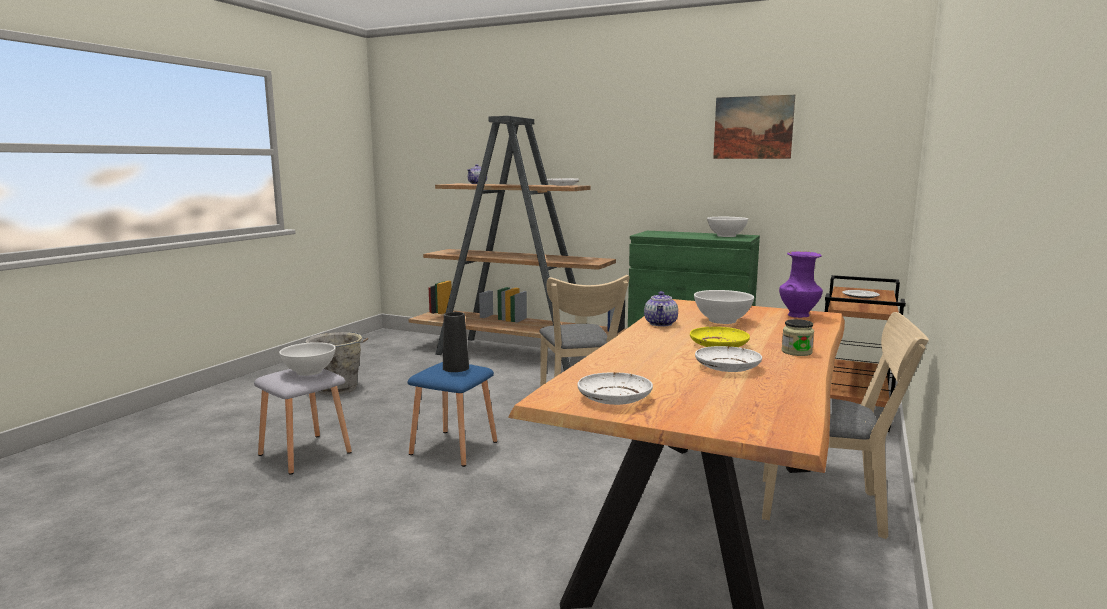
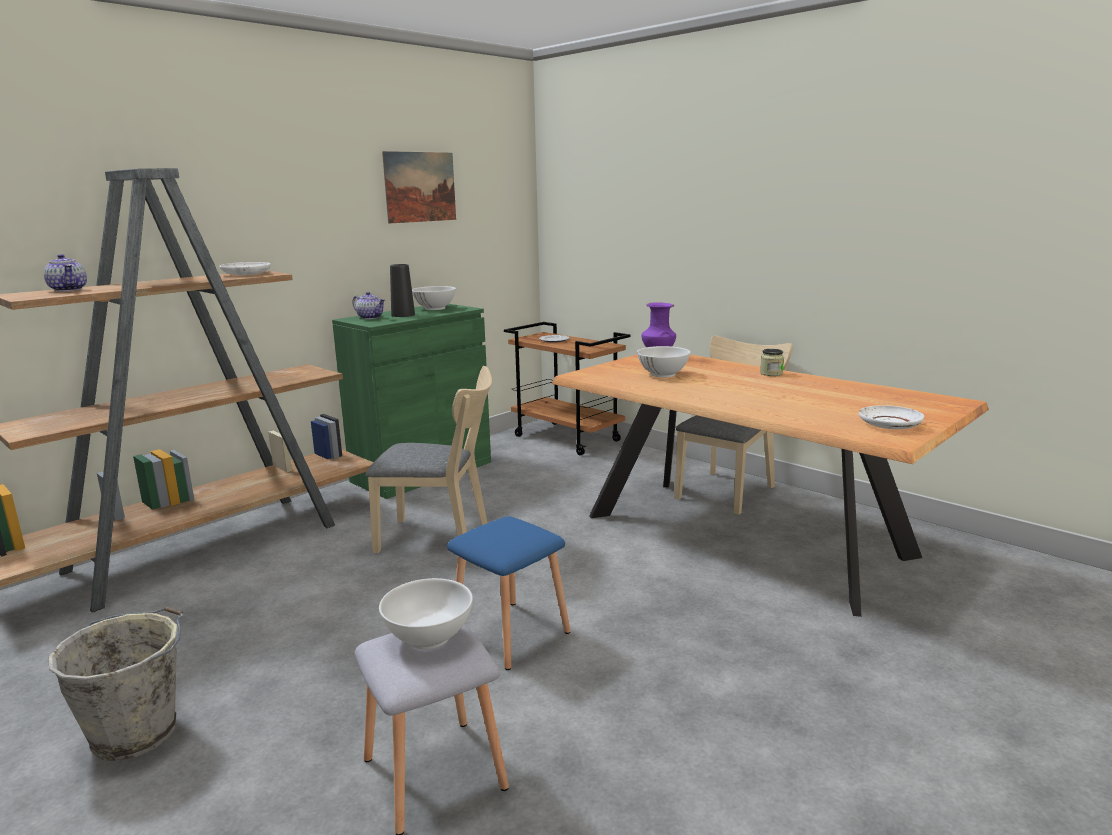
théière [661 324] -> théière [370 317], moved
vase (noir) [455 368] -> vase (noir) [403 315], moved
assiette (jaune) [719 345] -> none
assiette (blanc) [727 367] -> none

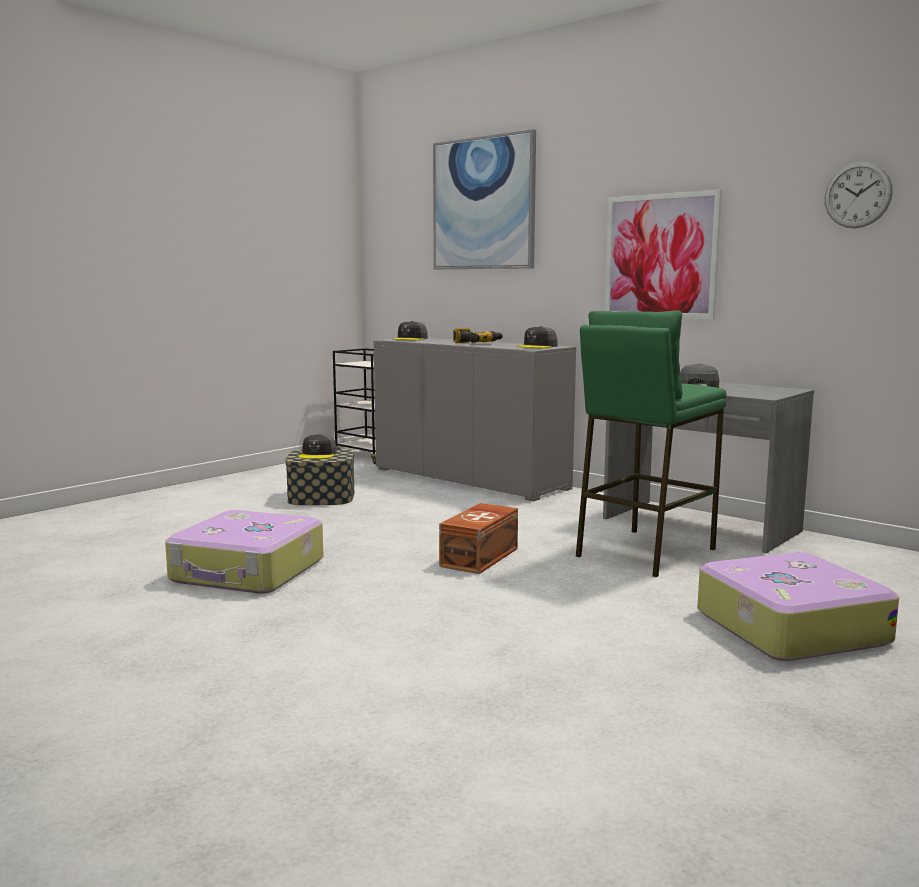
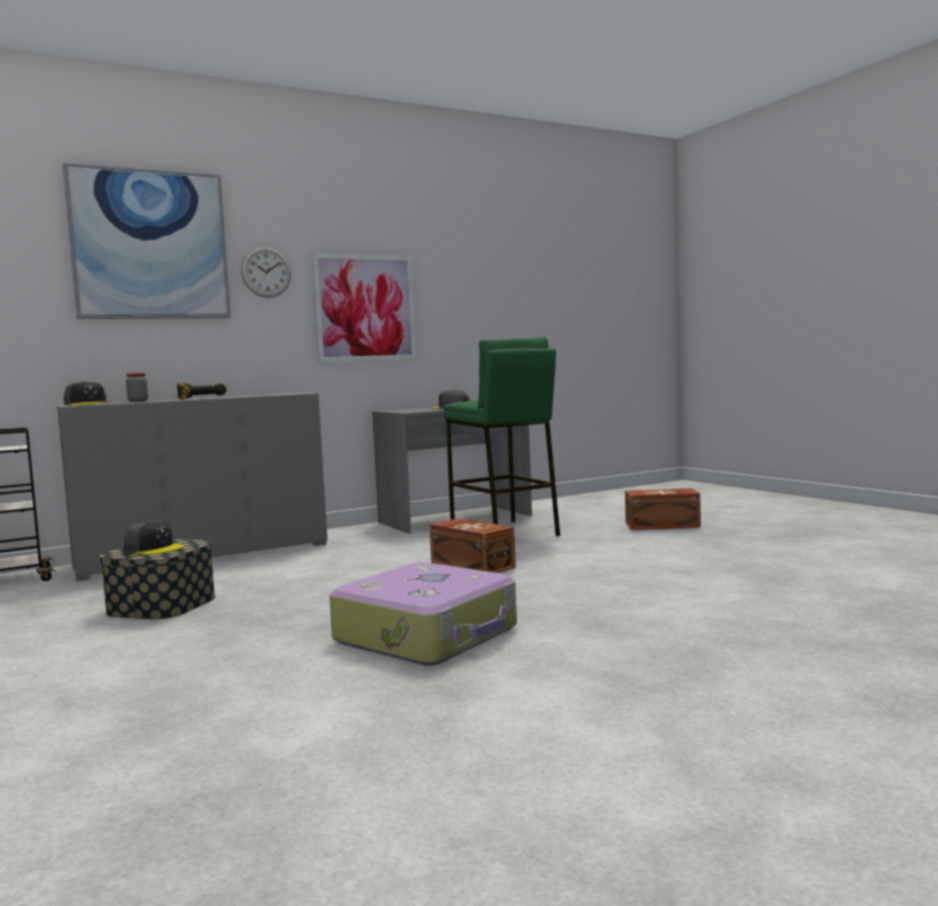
none -> bocal [138 401]
horloge murale [857 195] -> horloge murale [266 272], moved
valise [788 627] -> boîte de rangement (marron) [663 525]
casquette (gris) [537 346] -> none

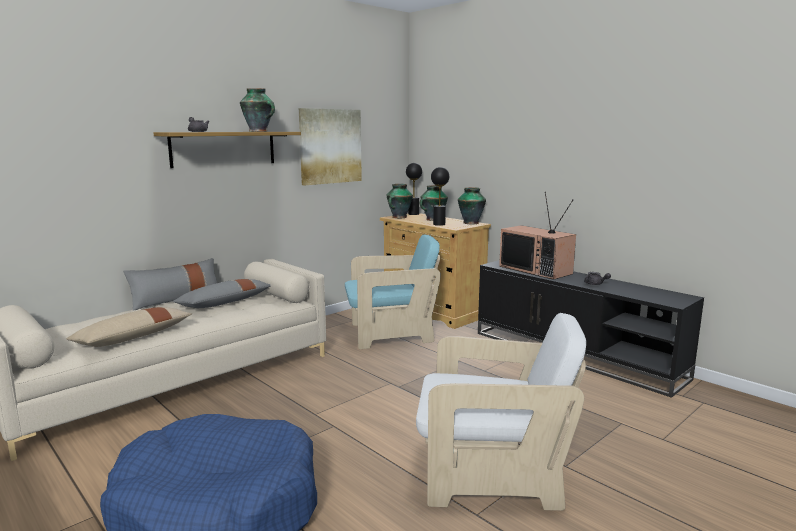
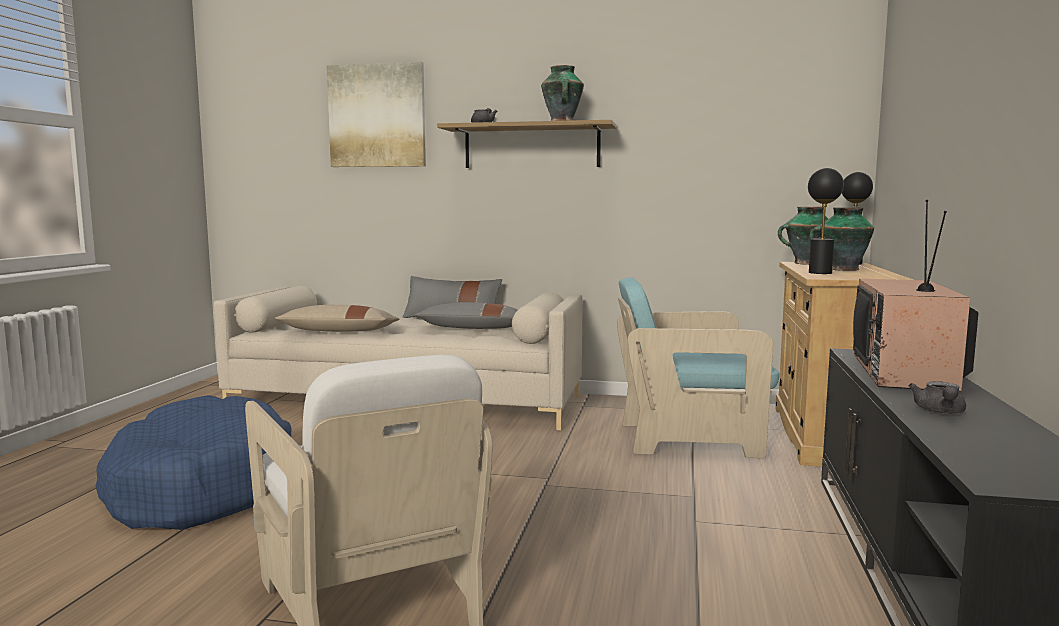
tableau [330 146] -> tableau [377 116], moved
fauteuil (turquoise) [390 334] -> fauteuil (turquoise) [690 439], 135 degrees clockwise
vase [470 223] -> none

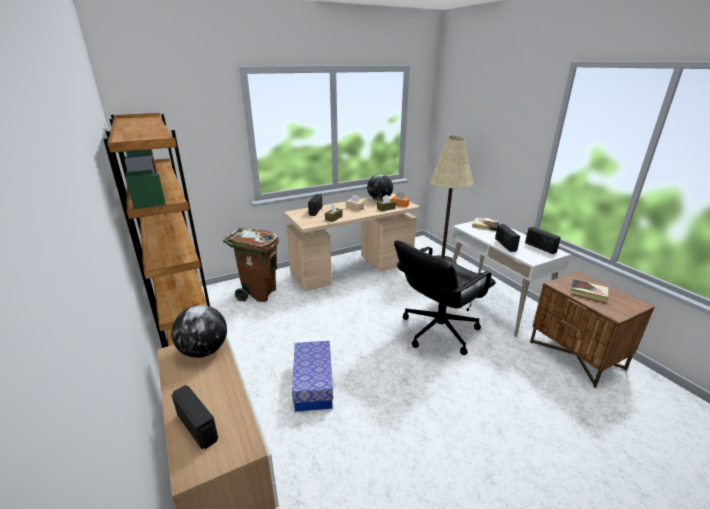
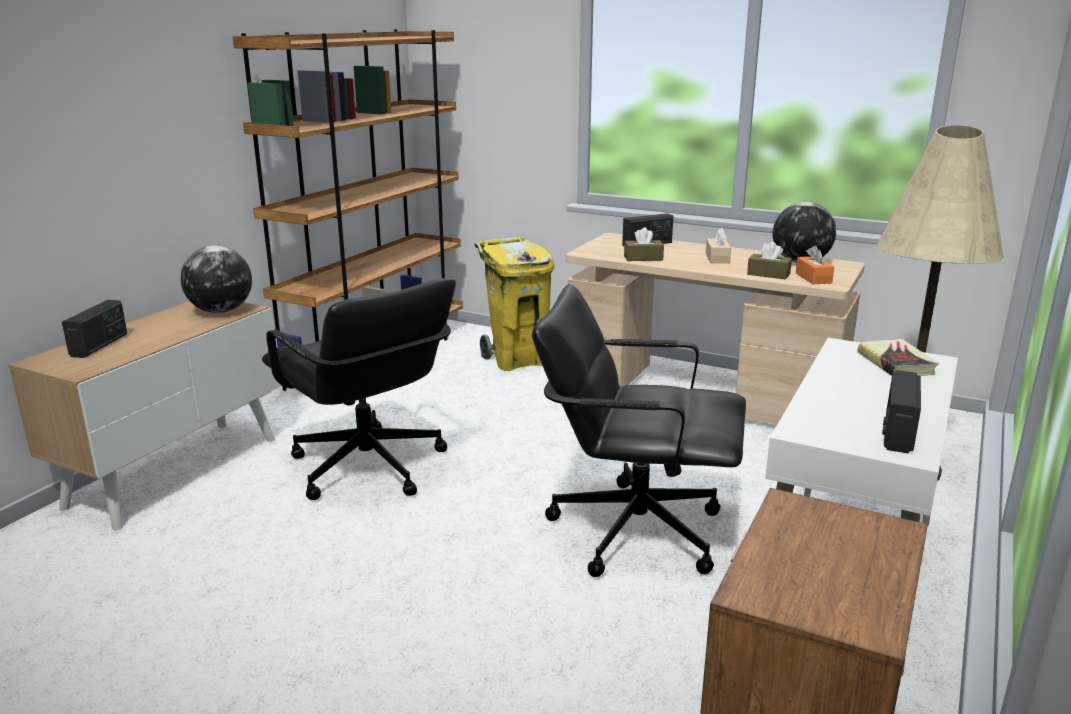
boîte de rangement [313 384] -> chaise de bureau (noir) [367 467]
poubelle (marron) [259 293] -> poubelle (jaune) [517 360]
radio [505 245] -> none
livre [588 292] -> none

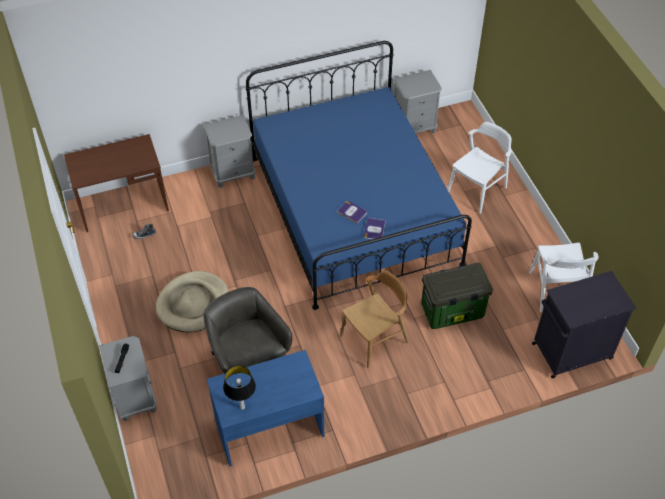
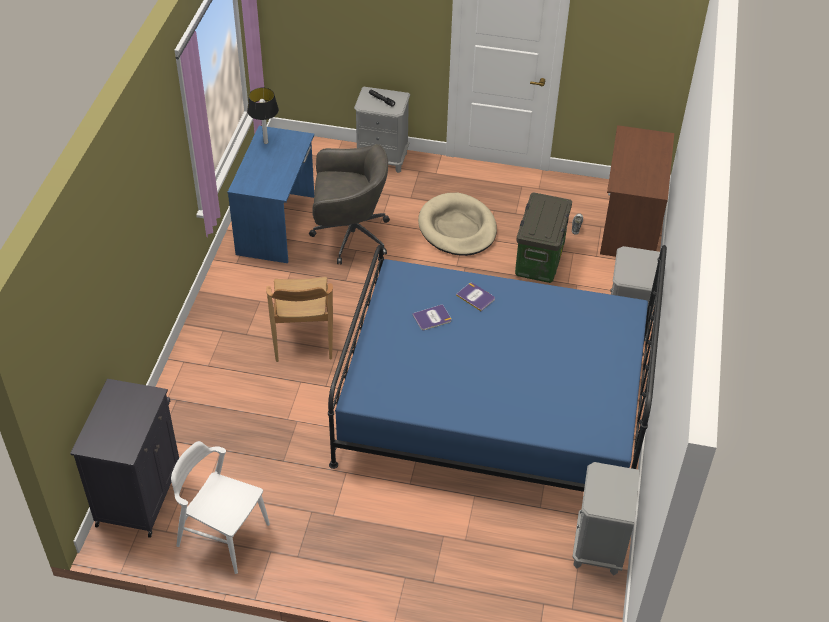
livre [374 229] -> livre [475 297], moved
boîte de rangement [451 312] -> boîte de rangement [539 258], moved
chaise (blanc) [477 190] -> none

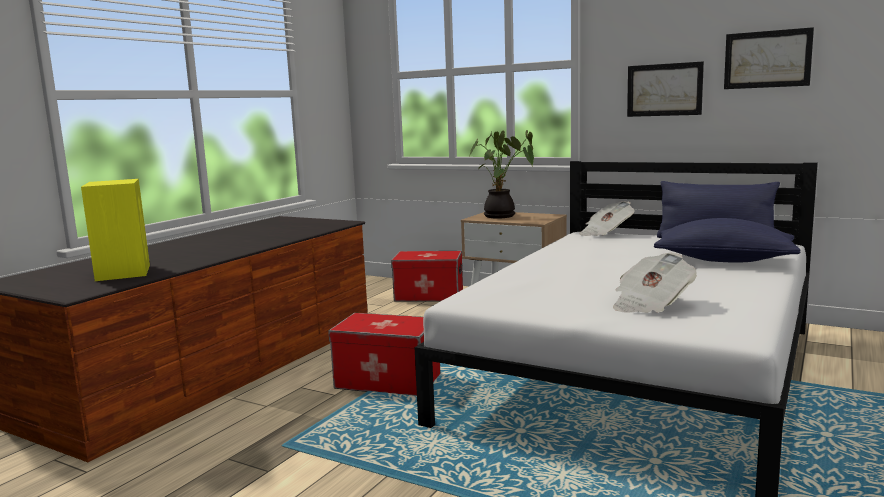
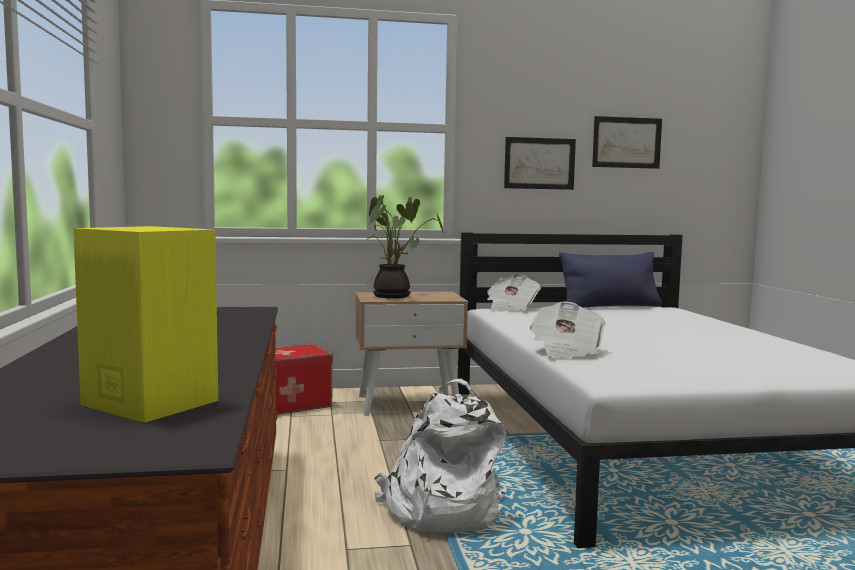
boîte de rangement [388 381] -> sac à dos (blanc) [440 510]
journal [650 305] -> journal [565 351], moved
coussin (bleu) [723 260] -> none

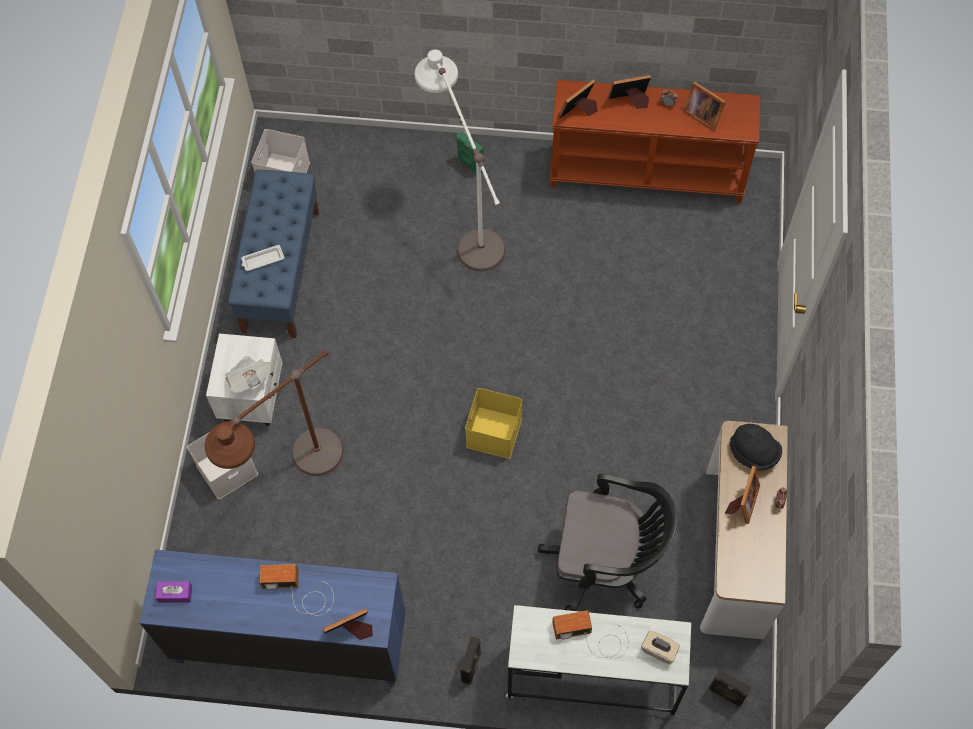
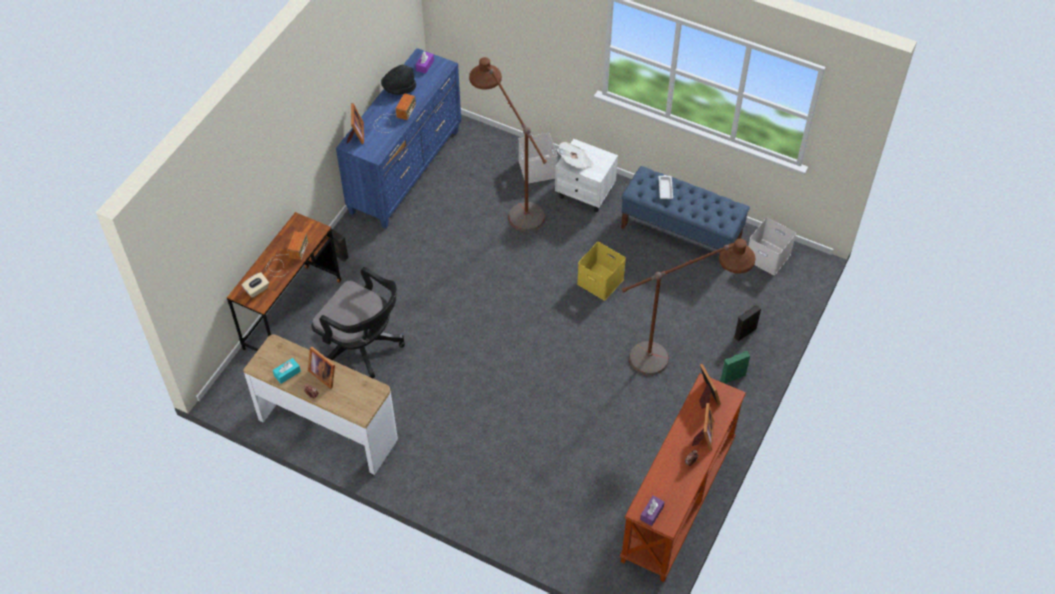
bureau (blanc) [592 677] -> bureau (marron) [292 314]
none -> boîte à mouchoirs (turquoise) [287 373]
chaise de bureau (noir) [605 563] -> chaise de bureau (noir) [363 349], 90 degrees counterclockwise
chapeau (noir) [754 452] -> chapeau (noir) [399 88], moved
boîte de rangement (jaune) [493 431] -> boîte de rangement (jaune) [601 281], moved
lampadaire (blanc) [466 225] -> lampadaire (marron) [676 356]
none -> boîte à mouchoirs (violet) [651 513]
enceinte (noir) [725 695] -> enceinte (noir) [744 332], moved
cadre photo [702 114] -> none

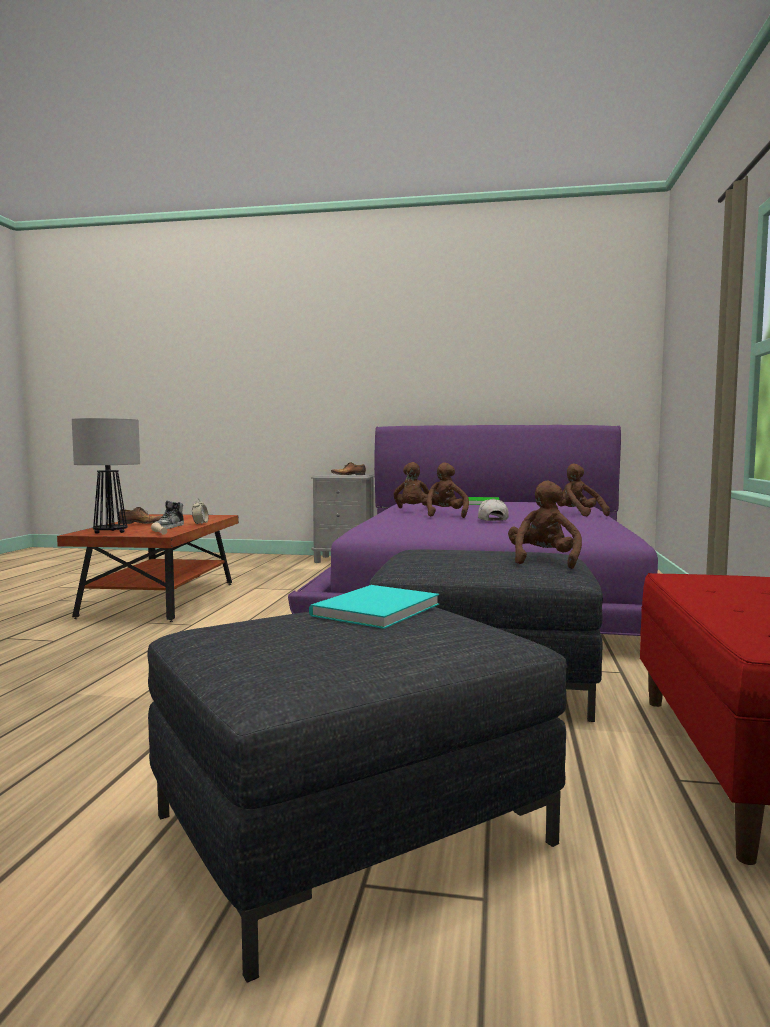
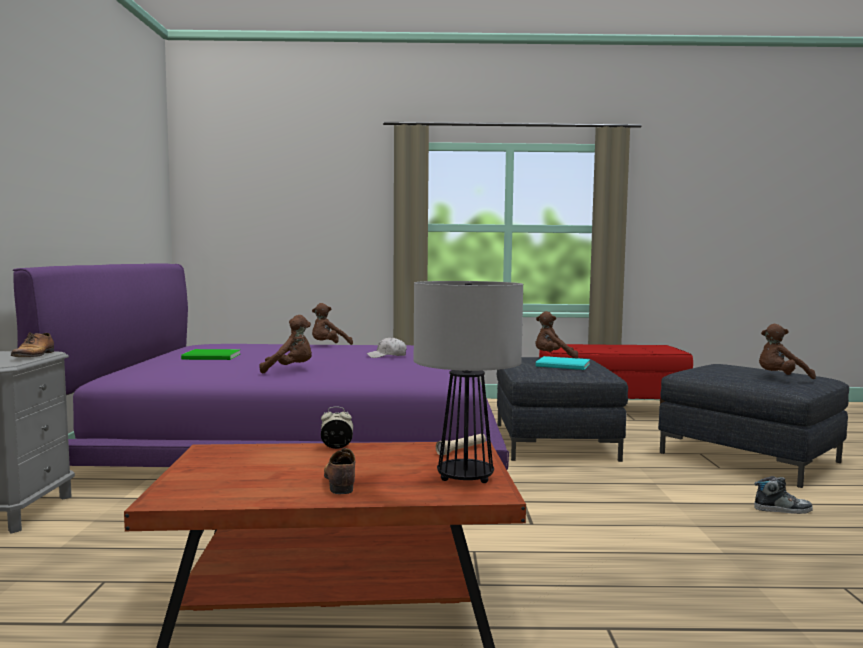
livre (turquoise) [371 610] -> livre (turquoise) [564 365], moved
chaussure [169 527] -> chaussure [782 509], moved
peluche (marron) [444 515] -> peluche (marron) [780 378], moved

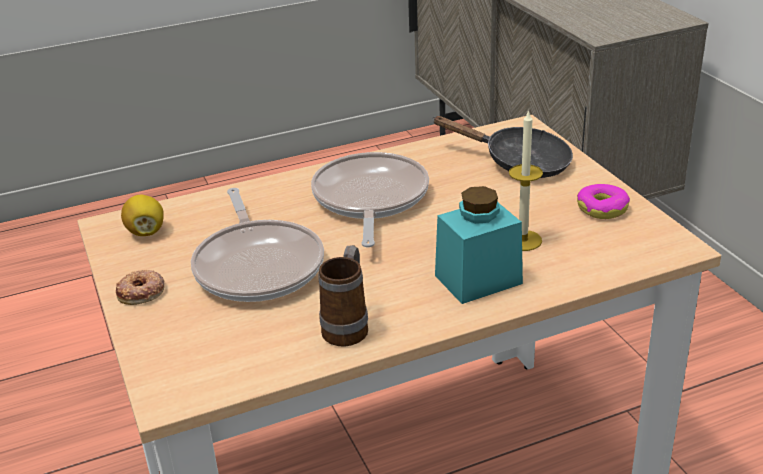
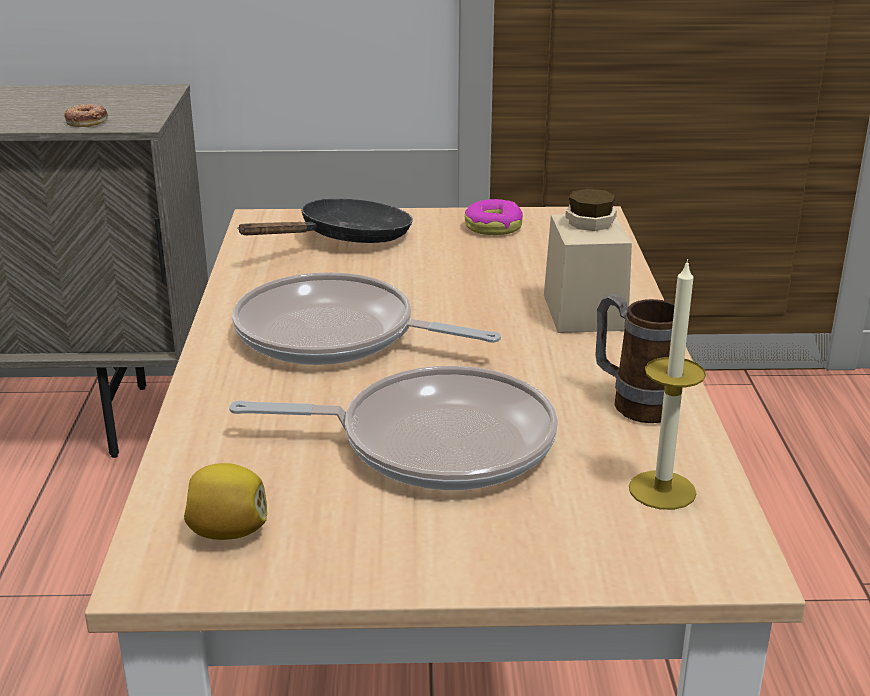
beignet [142 292] -> beignet [87 121], moved
bocal (turquoise) [478 279] -> bocal (beige) [584 312]
bougie [522 240] -> bougie [662 490], moved

